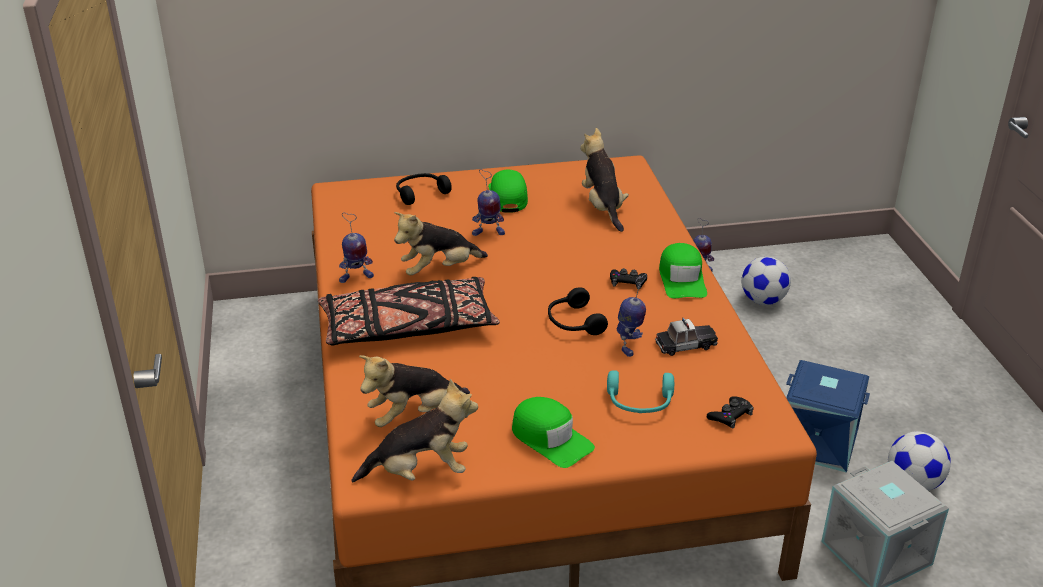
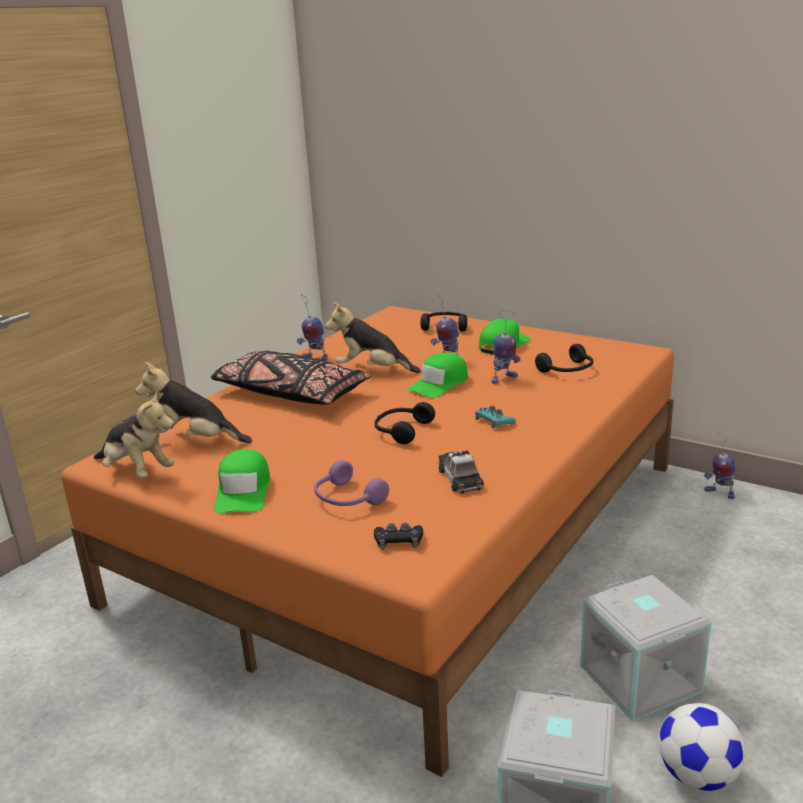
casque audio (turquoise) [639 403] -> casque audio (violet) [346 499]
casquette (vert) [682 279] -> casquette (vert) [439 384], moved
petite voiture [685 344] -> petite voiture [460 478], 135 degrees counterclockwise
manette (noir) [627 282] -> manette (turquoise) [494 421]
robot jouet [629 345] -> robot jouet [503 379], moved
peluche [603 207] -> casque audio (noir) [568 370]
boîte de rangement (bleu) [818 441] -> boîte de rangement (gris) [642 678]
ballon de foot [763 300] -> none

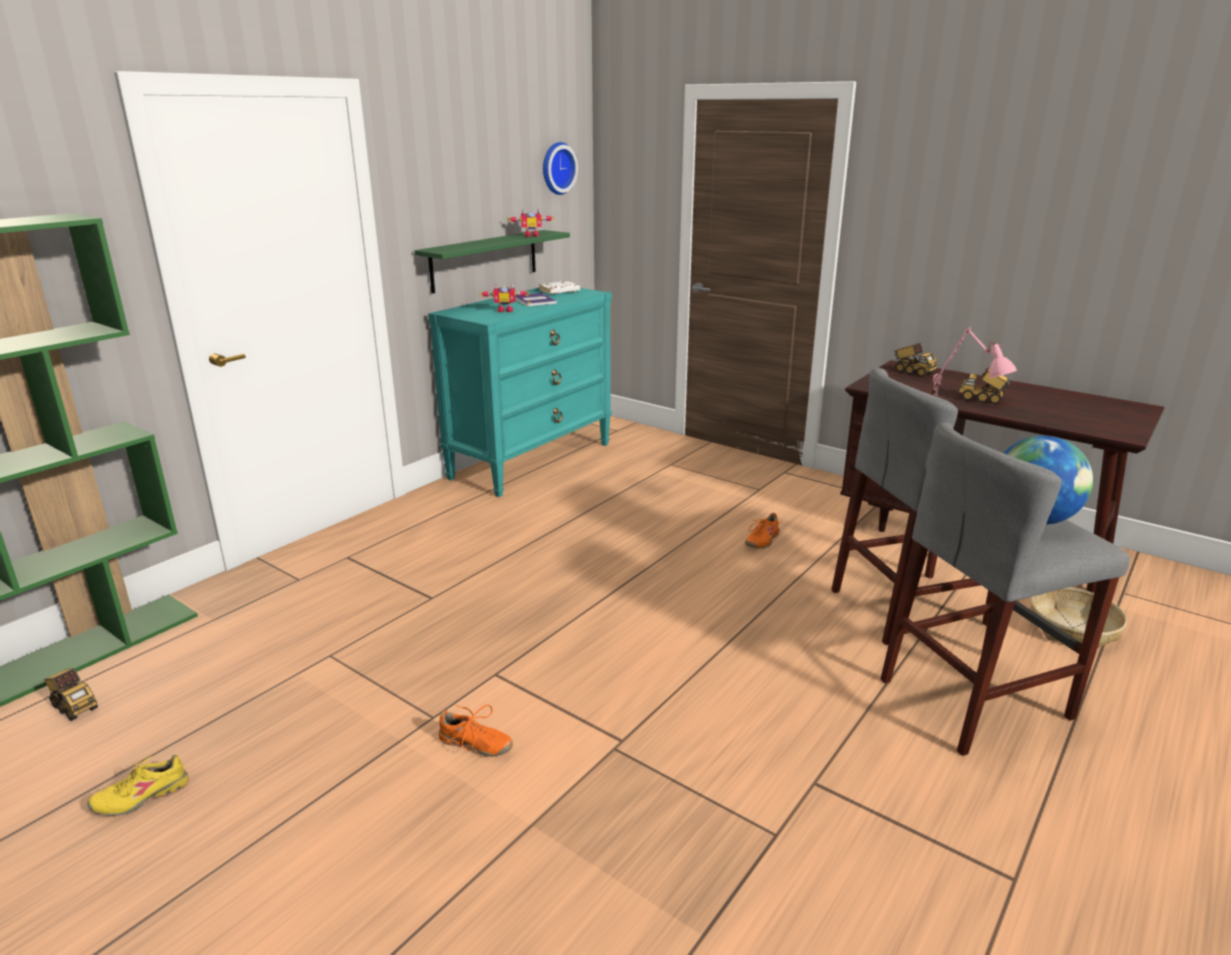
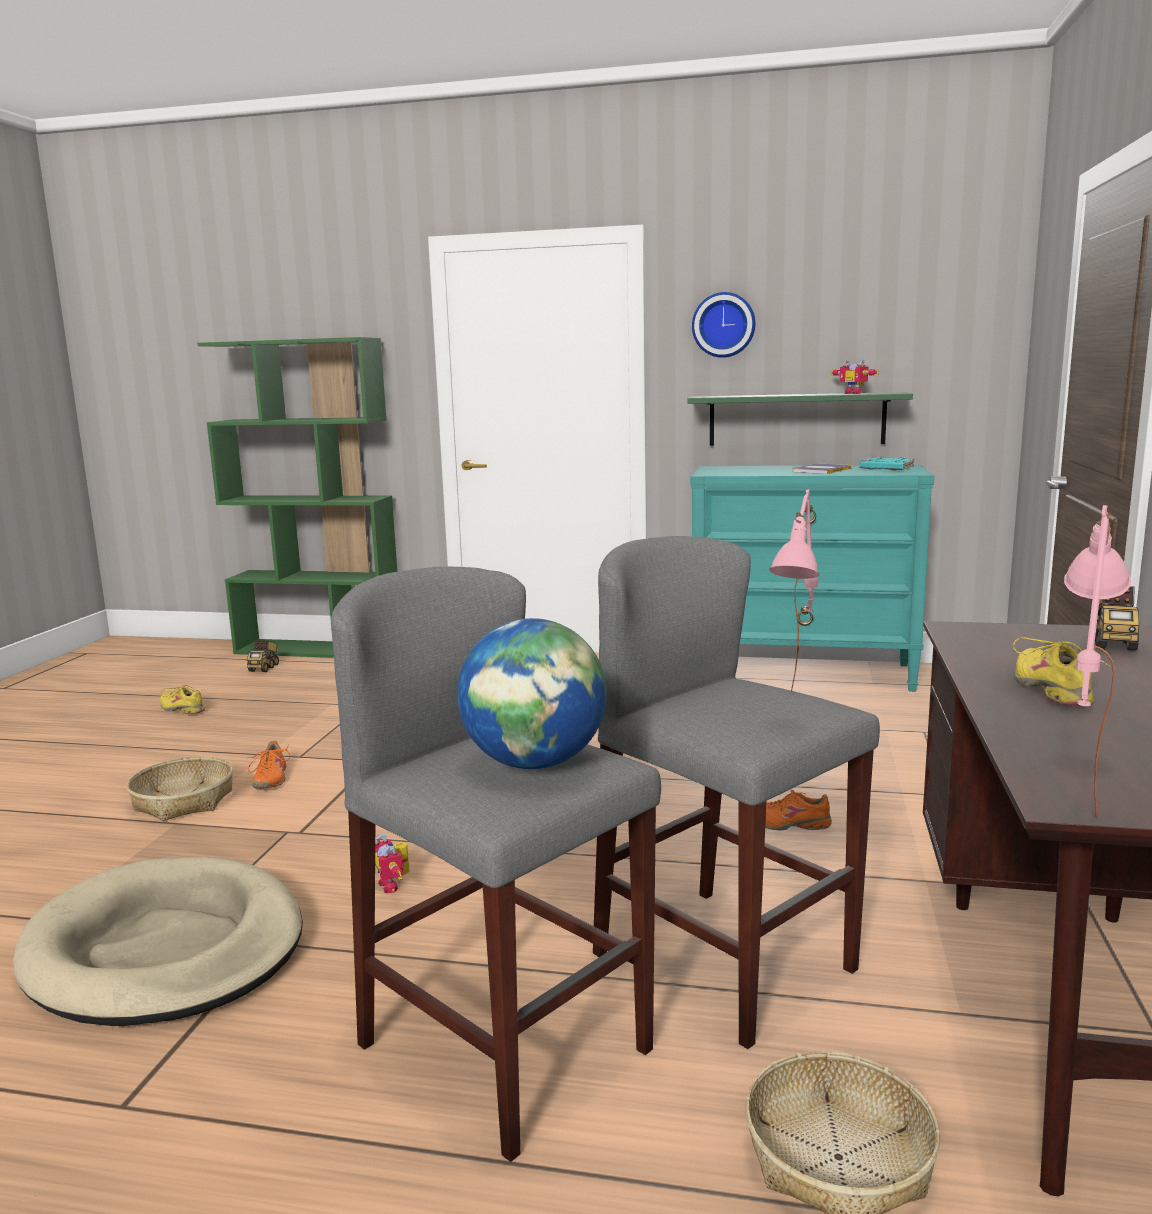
none -> panier pour chien (beige) [166 949]
none -> panier [184 800]
robot jouet [505 310] -> robot jouet [393 885], moved
horloge murale [556 168] -> horloge murale [723 325], moved
livre (blanc) [559 291] -> livre (turquoise) [885 468]
camion jouet [982 399] -> chaussure (jaune) [1053 689]
none -> lampe de table (rose) [1073 787]

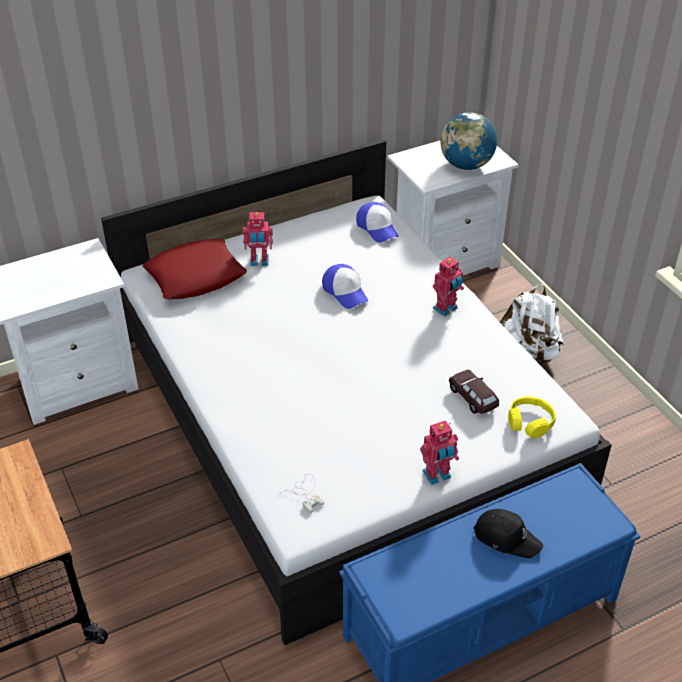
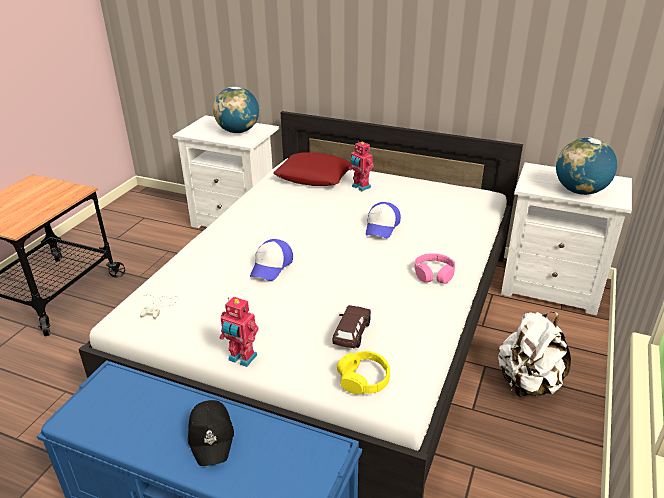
none -> globe [238 131]
casquette [377 228] -> casquette [271 266], moved
robot jouet [446 309] -> casque audio (rose) [434 274]

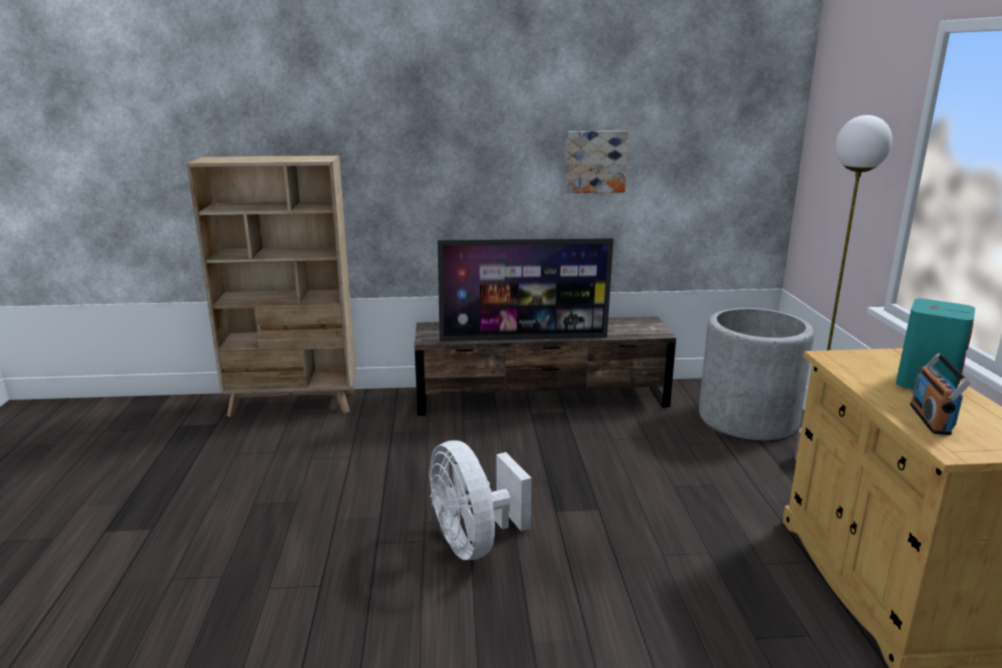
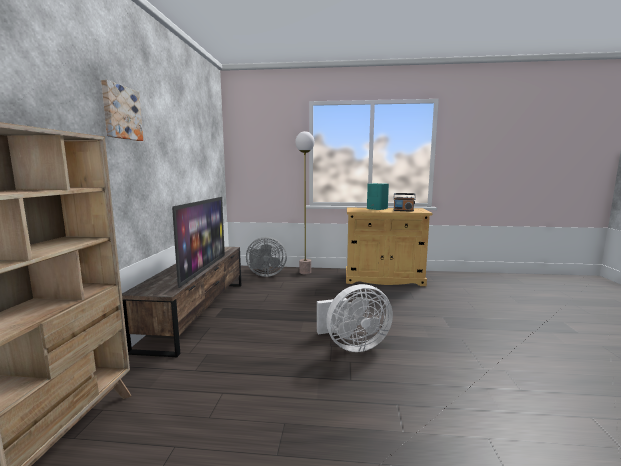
tableau [595 161] -> tableau [121 113], moved
cache-pot (gris) [748 418] -> ventilateur (gris) [265 274]

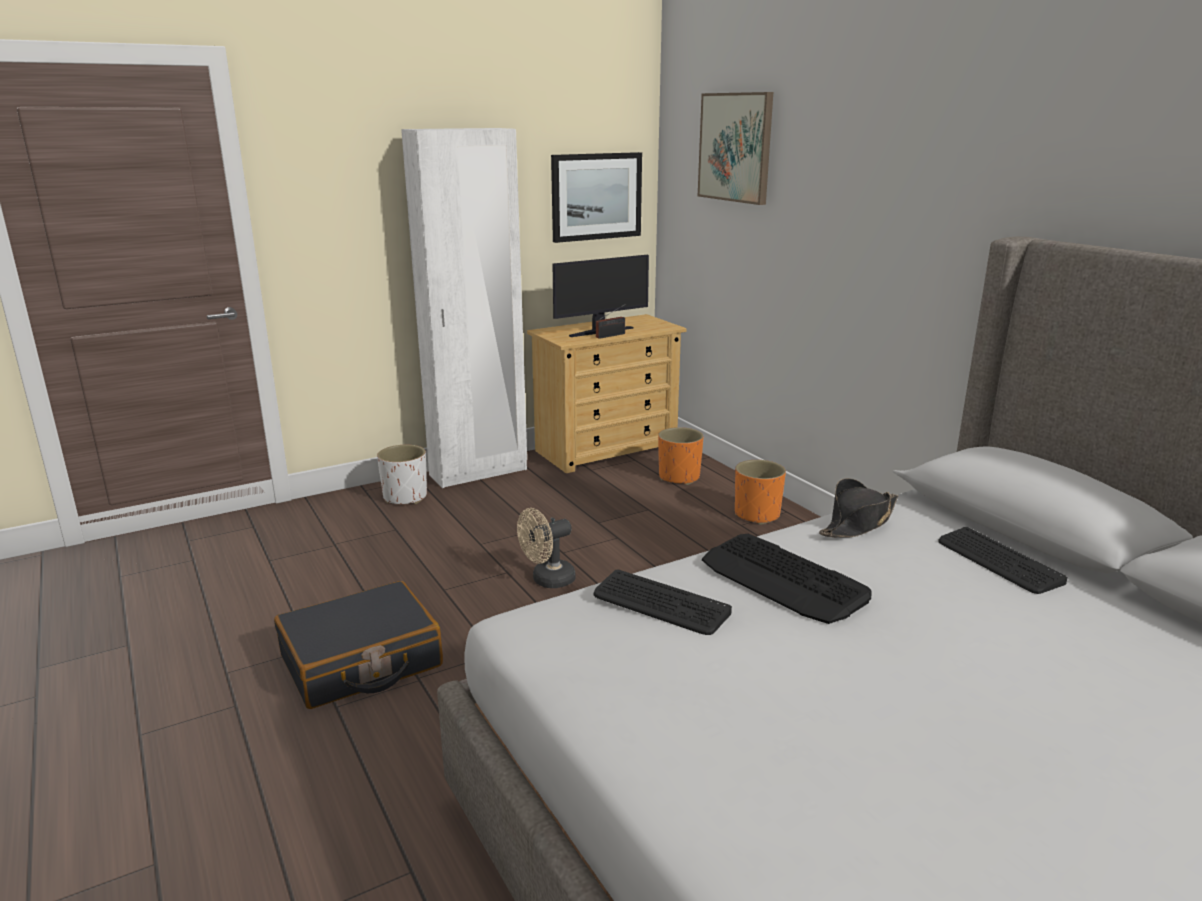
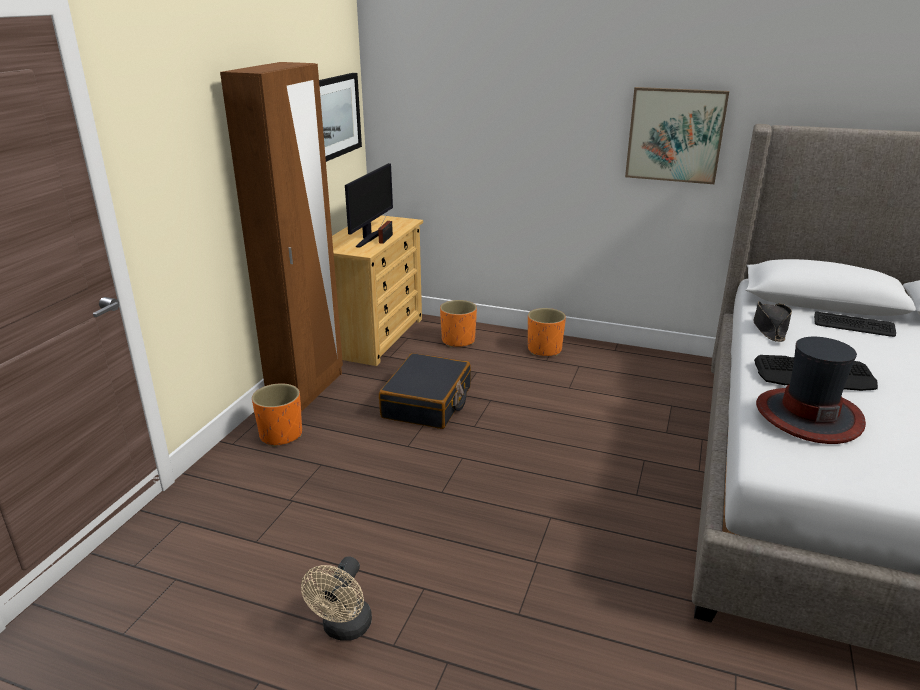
armoire (blanc) [479 472] -> armoire (marron) [307 390]
cache-pot (blanc) [405 497] -> cache-pot (orange) [281 435]
ventilateur (beige) [547 581] -> ventilateur (beige) [344 629], moved
valise (noir) [361 662] -> valise (noir) [427 403], moved
tableau [735 147] -> tableau [675 135], moved
clavier [660 604] -> chapeau [808 415]

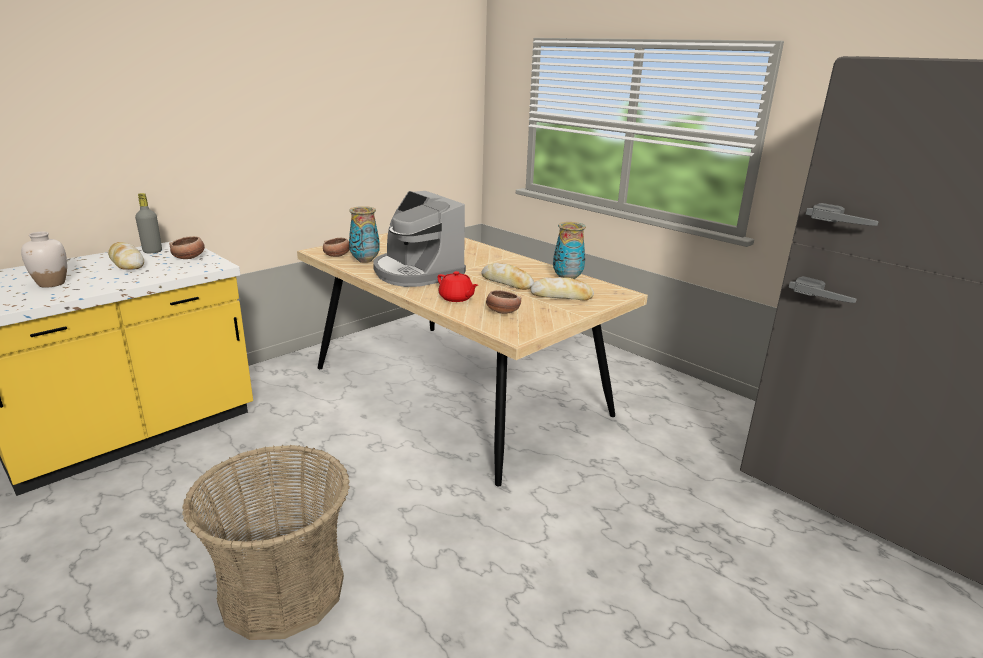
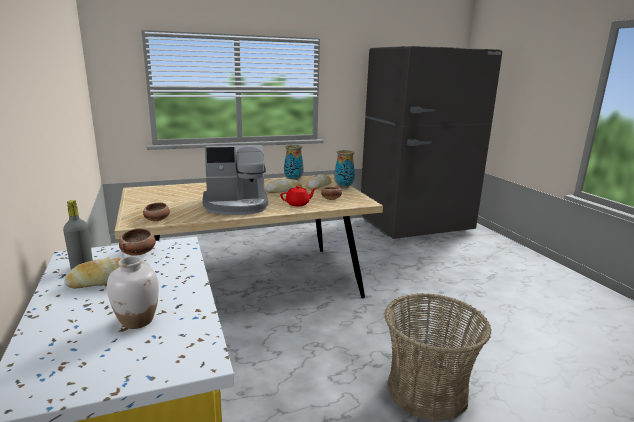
vase [365 261] -> vase [344 187], moved

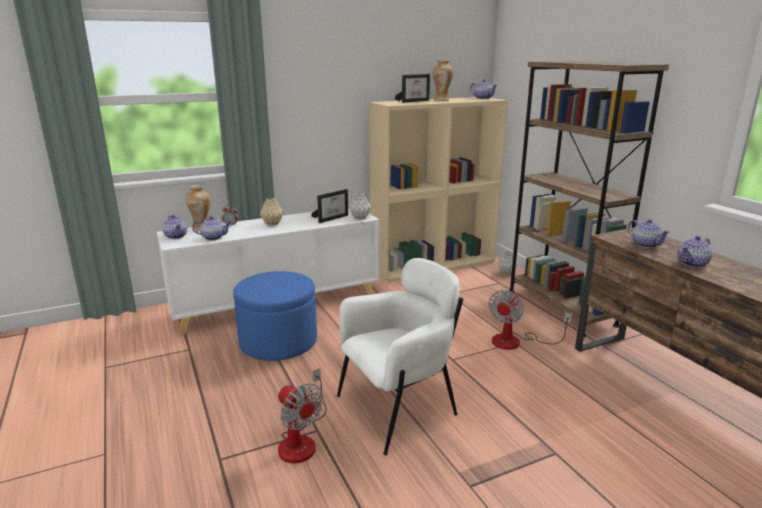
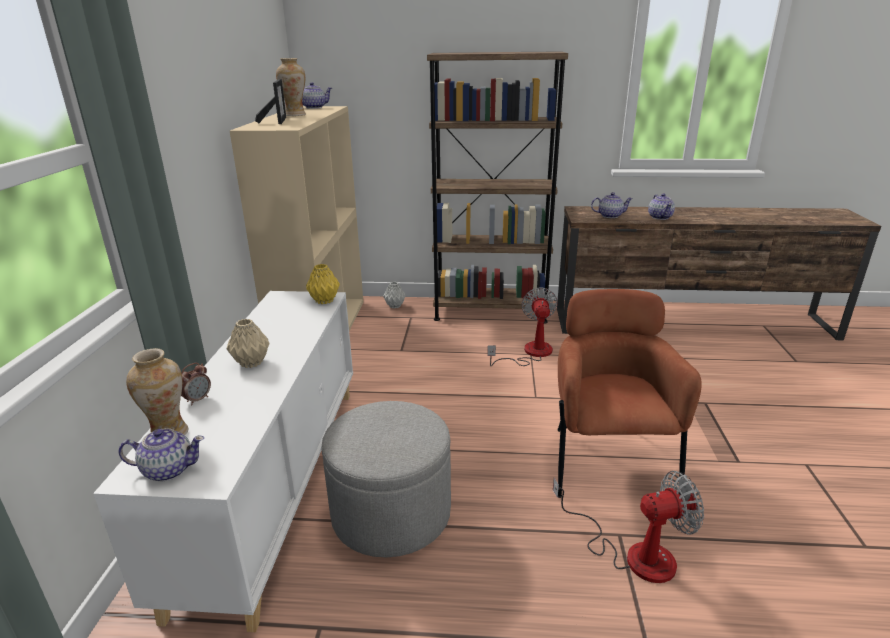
vase (gris) [359 218] -> vase (jaune) [324 301]
pouf (bleu) [278 342] -> pouf (gris) [391 513]
ventilateur [516 341] -> ventilateur [530 353], 150 degrees counterclockwise
fauteuil (blanc) [399 409] -> fauteuil (marron) [606 461]
théière [214 237] -> none
cadre photo [331 218] -> none

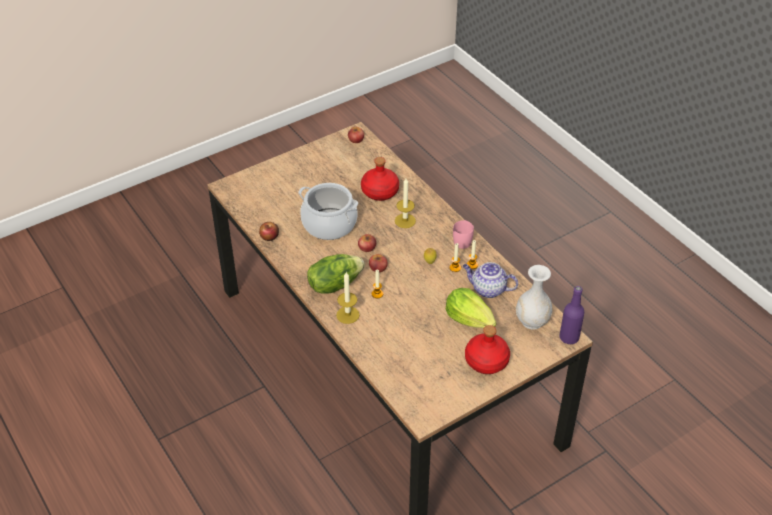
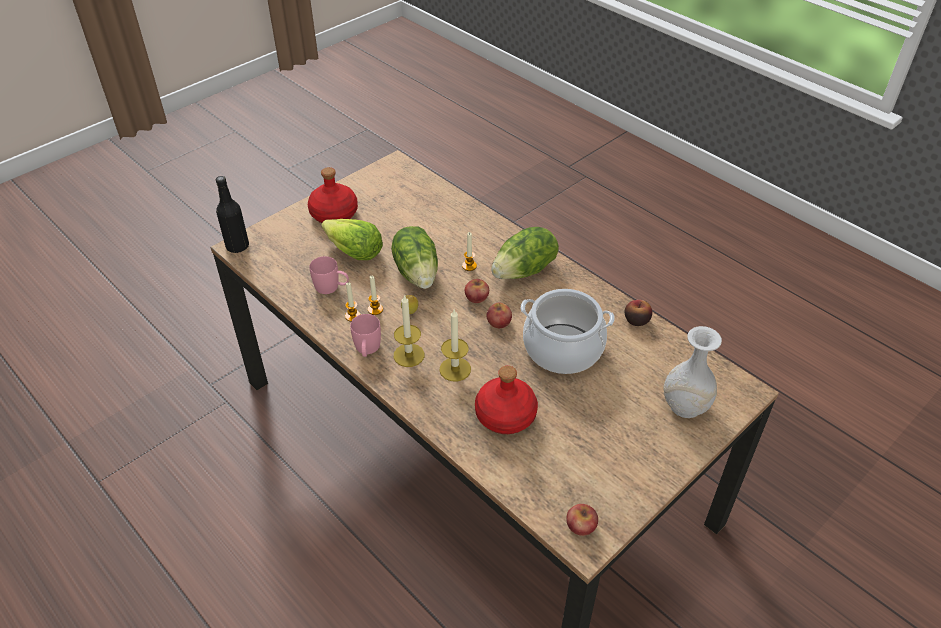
bouteille (violet) [569 337] -> bouteille (noir) [237 246]
théière [488 289] -> mug (rose) [331 287]
none -> laitue [417 272]
bougie [347 315] -> bougie [409 355], moved
vase (blanc) [532 321] -> vase (blanc) [685 406], moved

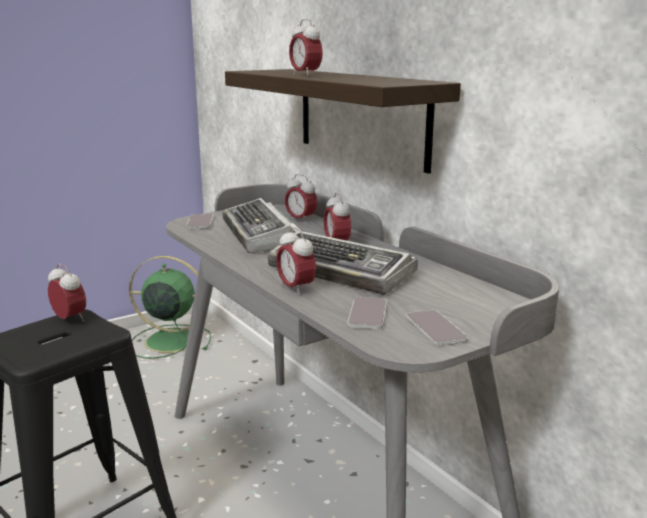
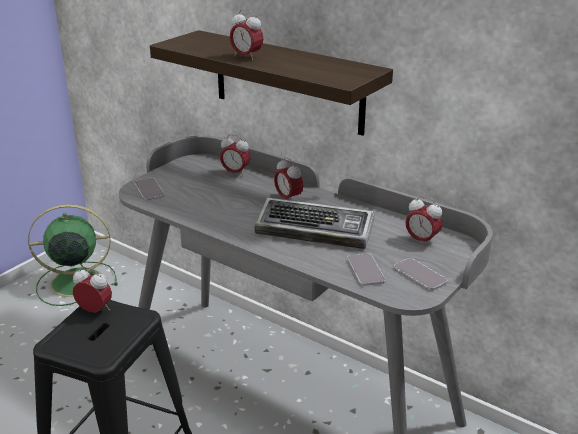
réveil [296 289] -> réveil [421 241], moved
clavier [261 235] -> none

